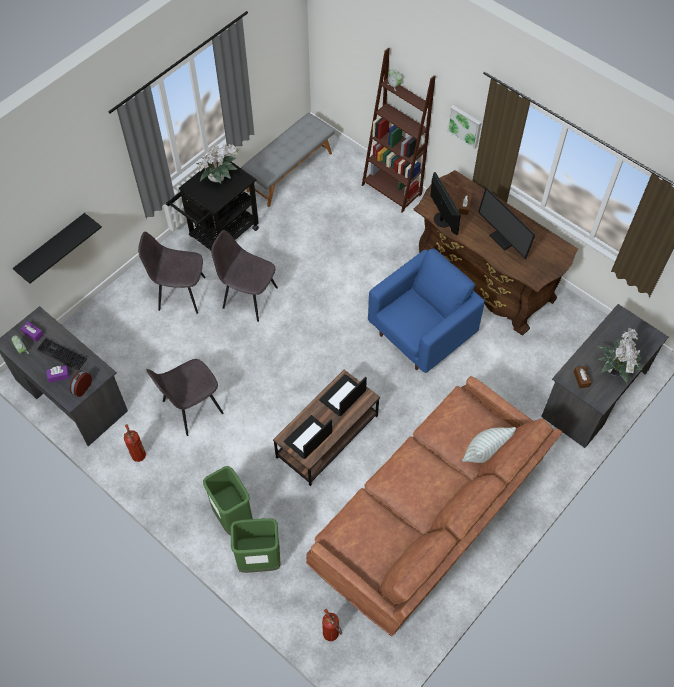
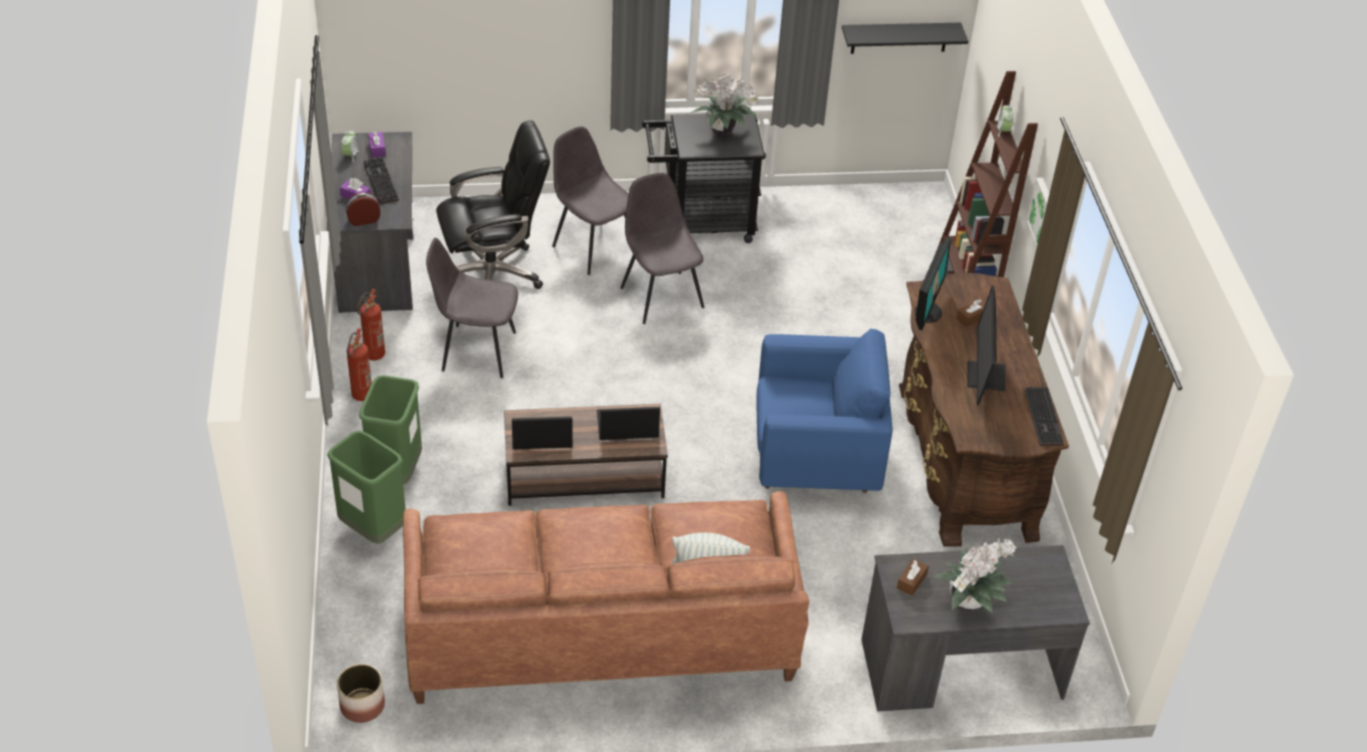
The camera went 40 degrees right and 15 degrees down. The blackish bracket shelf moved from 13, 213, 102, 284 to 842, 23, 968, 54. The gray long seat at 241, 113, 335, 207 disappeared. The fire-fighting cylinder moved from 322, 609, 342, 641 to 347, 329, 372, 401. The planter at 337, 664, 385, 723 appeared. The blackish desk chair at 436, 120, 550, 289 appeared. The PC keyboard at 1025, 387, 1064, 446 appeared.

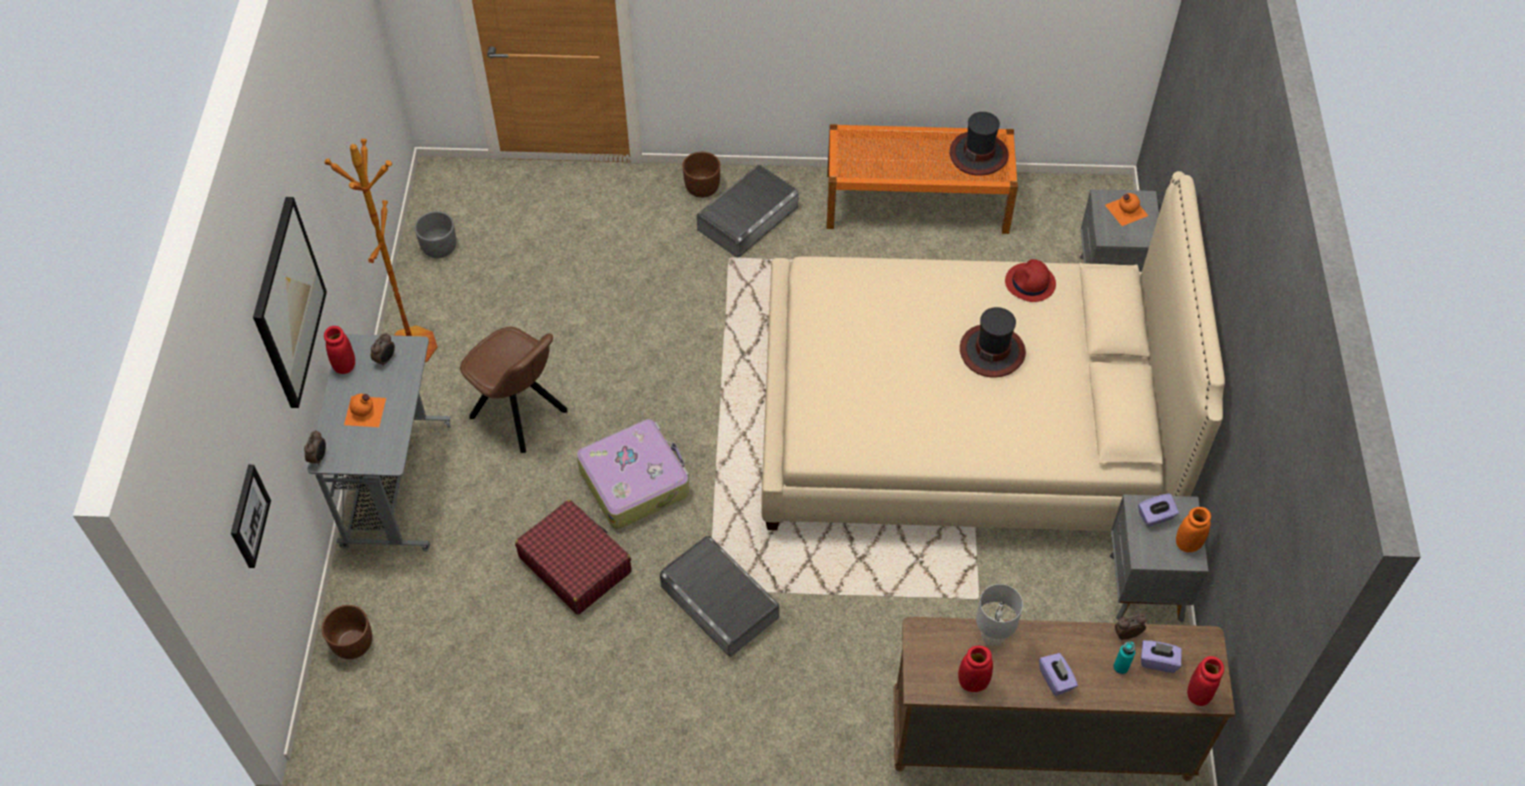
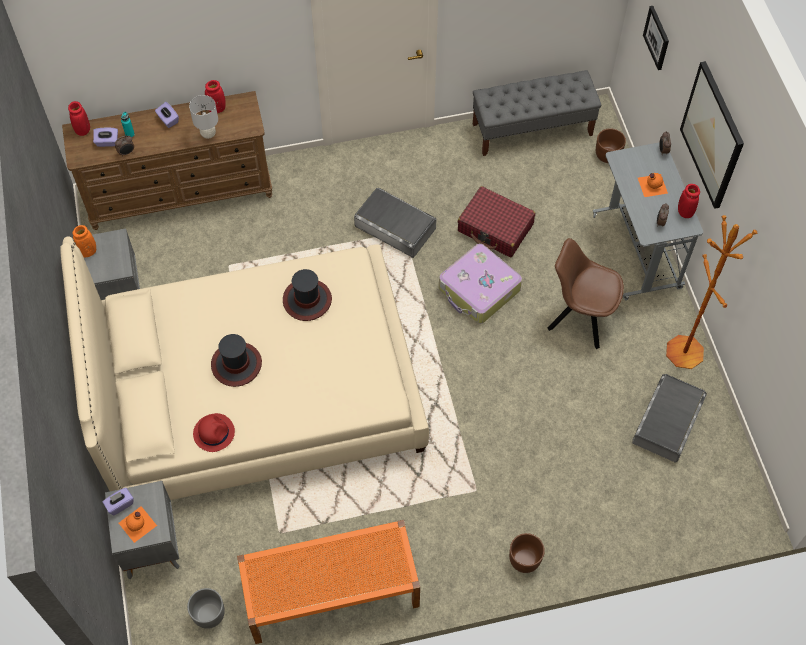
The camera went 165 degrees right and 5 degrees up. The gray planter moved from 415, 211, 456, 258 to 187, 588, 225, 629. The gray storage bin moved from 697, 165, 799, 258 to 632, 374, 707, 463. The hat moved from 950, 112, 1009, 176 to 283, 269, 332, 321. The purplish box of tissues moved from 1138, 494, 1179, 527 to 103, 488, 134, 515. The gray long seat at 473, 70, 601, 156 appeared.

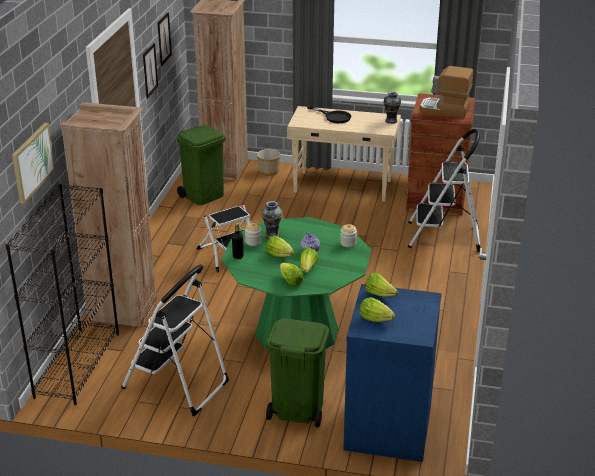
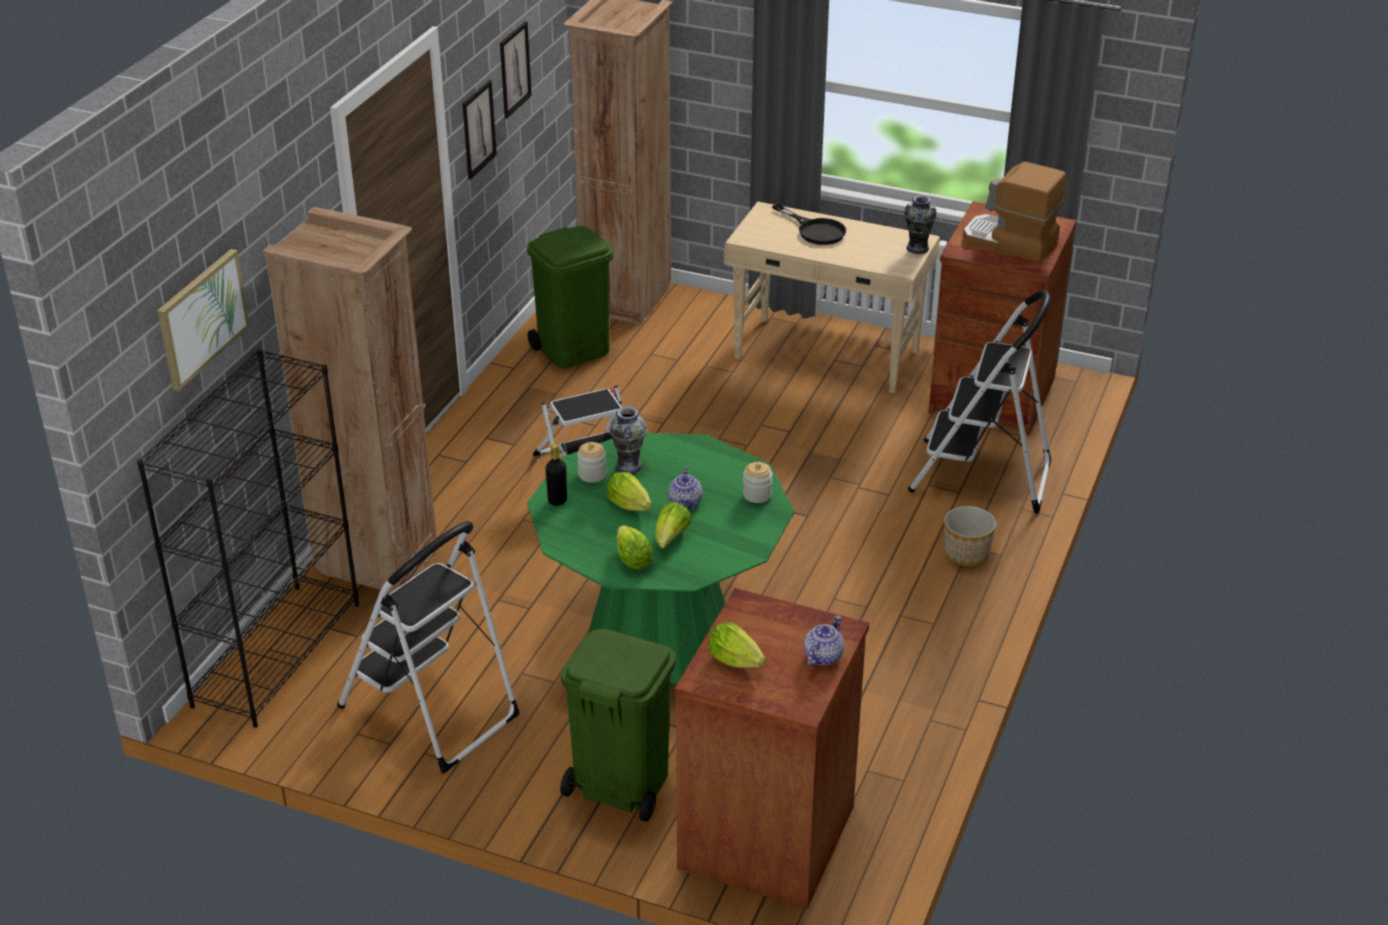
The camera went 10 degrees right and 5 degrees up. The planter moved from 257, 149, 281, 176 to 944, 506, 996, 567. The blue-coloured dresser at 343, 284, 442, 462 became the brown-coloured dresser at 675, 588, 869, 909. The head of lettuce at 365, 272, 399, 297 disappeared. The tea pot at 804, 616, 844, 666 appeared.

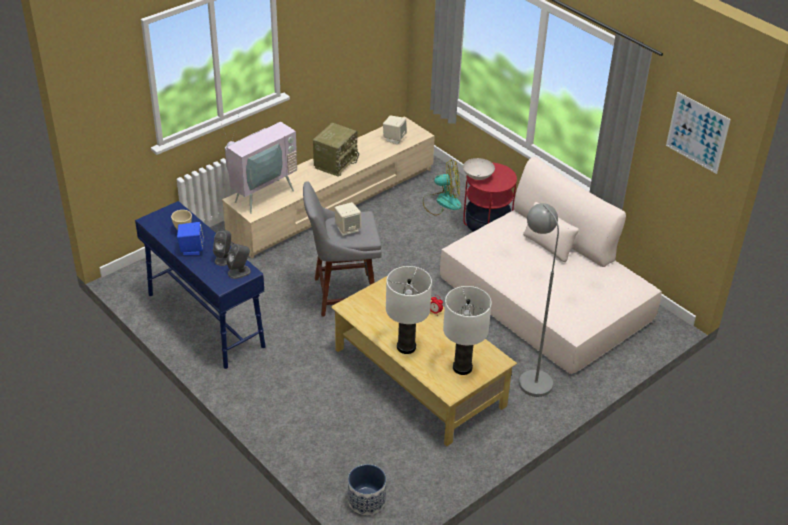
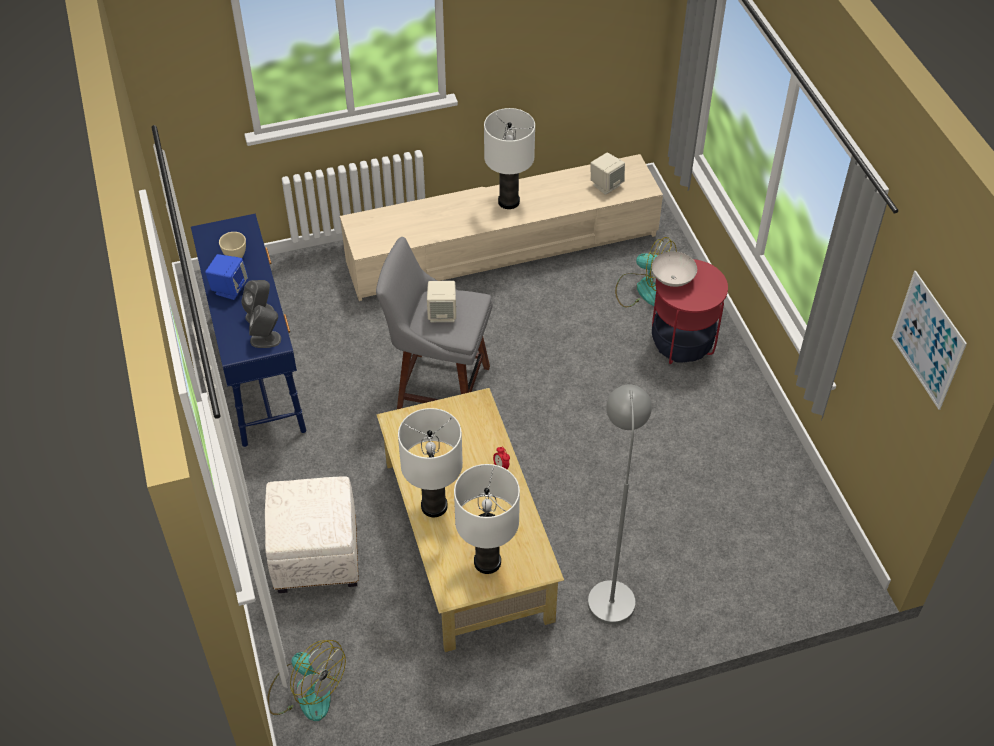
The camera went 25 degrees right and 10 degrees up. The TV set at 219, 110, 297, 214 disappeared. The radio at 313, 123, 359, 177 was replaced by the whitish tabletop lamp at 484, 108, 535, 209. The planter at 348, 464, 386, 515 was replaced by the electric fan at 267, 640, 346, 721. The beige settee at 440, 156, 662, 374 disappeared. The whitish footrest at 265, 476, 358, 593 appeared.

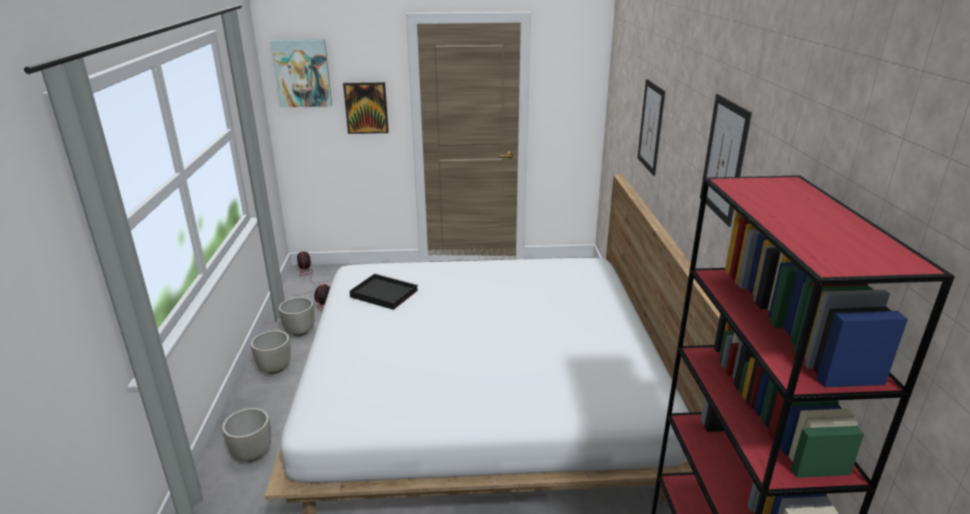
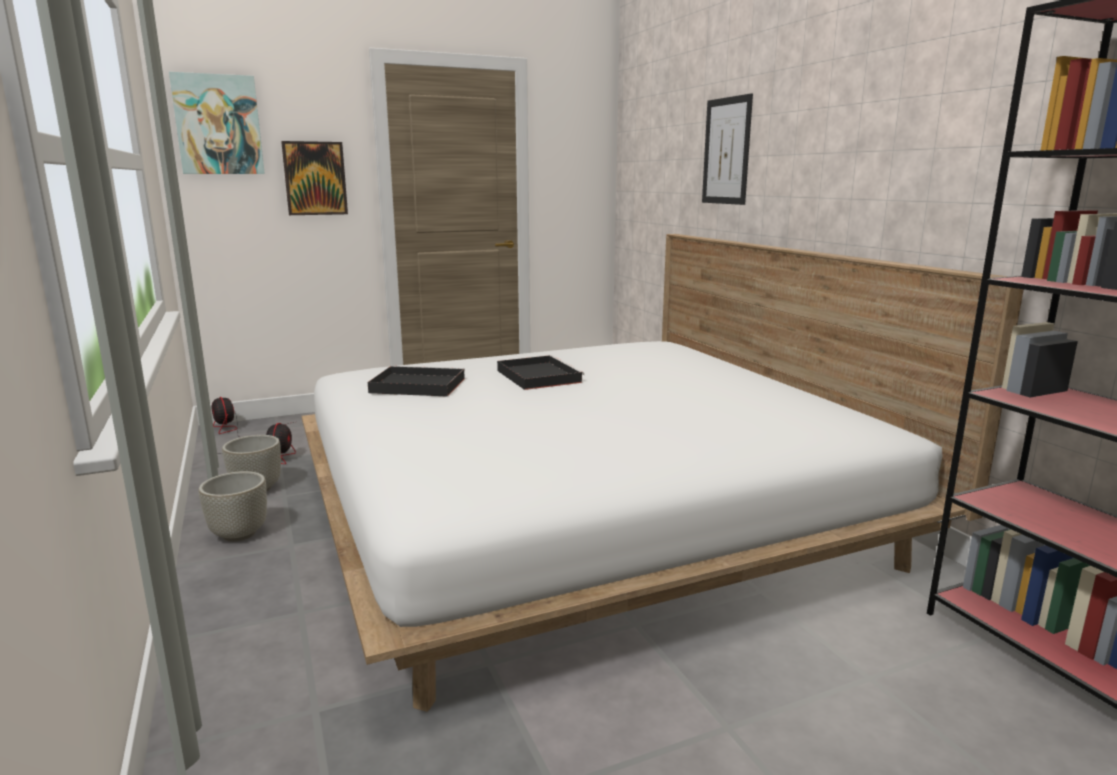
The camera went 20 degrees left and 10 degrees down. The gray planter at 222, 408, 271, 462 disappeared. The wall art at 700, 94, 752, 227 disappeared. The blackish tray at 497, 355, 585, 390 appeared.

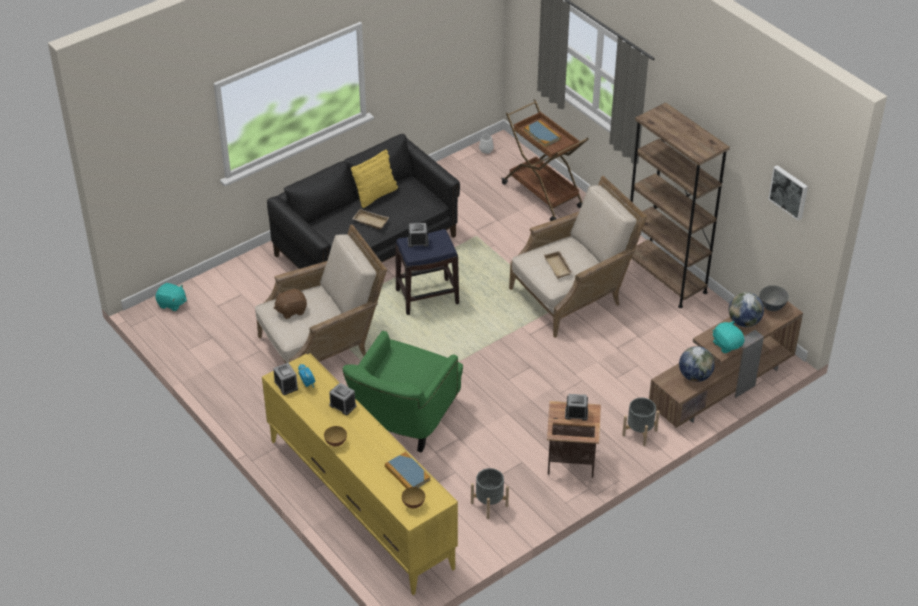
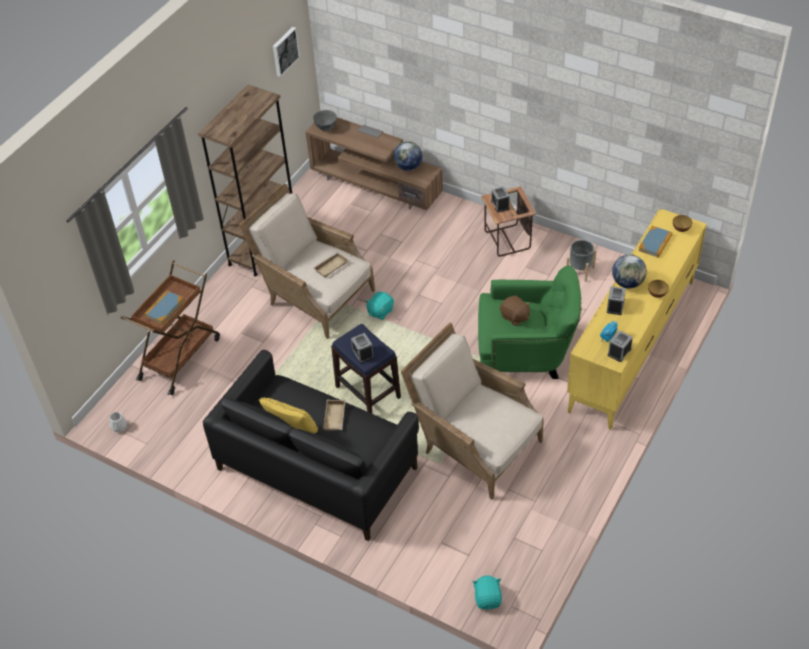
The camera went 110 degrees left and 5 degrees up. The brown-coloured soft toy moved from 274, 289, 307, 319 to 500, 295, 530, 326. The gray planter at 622, 398, 660, 446 disappeared. The blue-green soft toy moved from 713, 321, 745, 353 to 365, 292, 394, 320. The globe moved from 729, 292, 764, 327 to 612, 254, 647, 289.

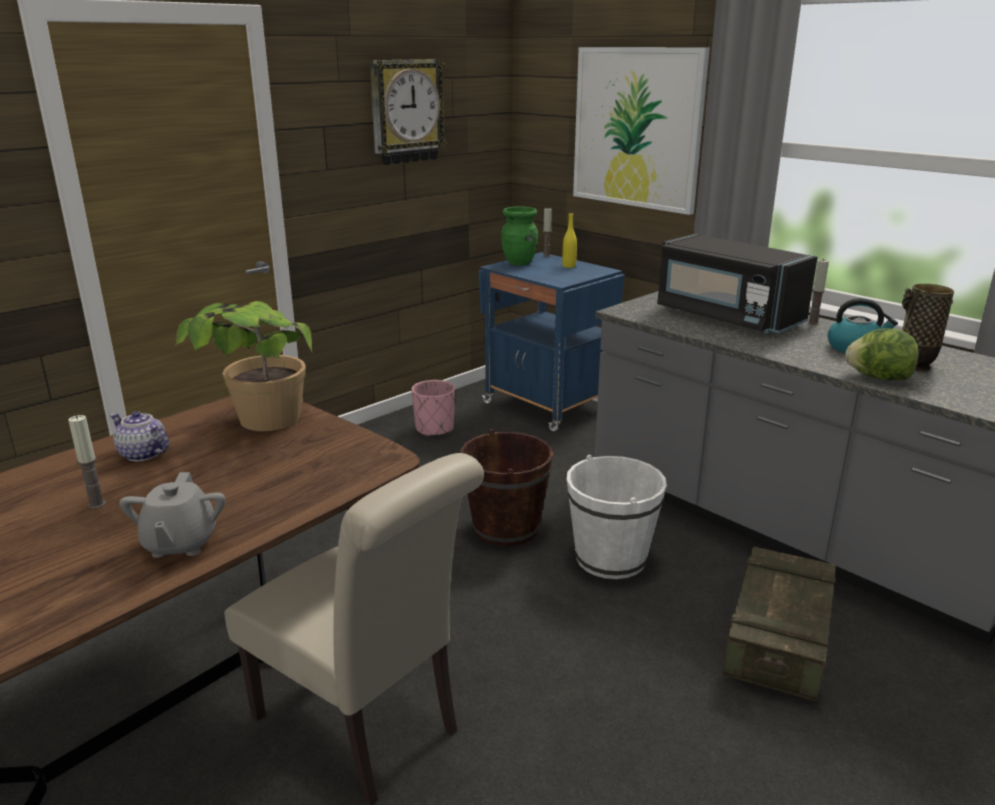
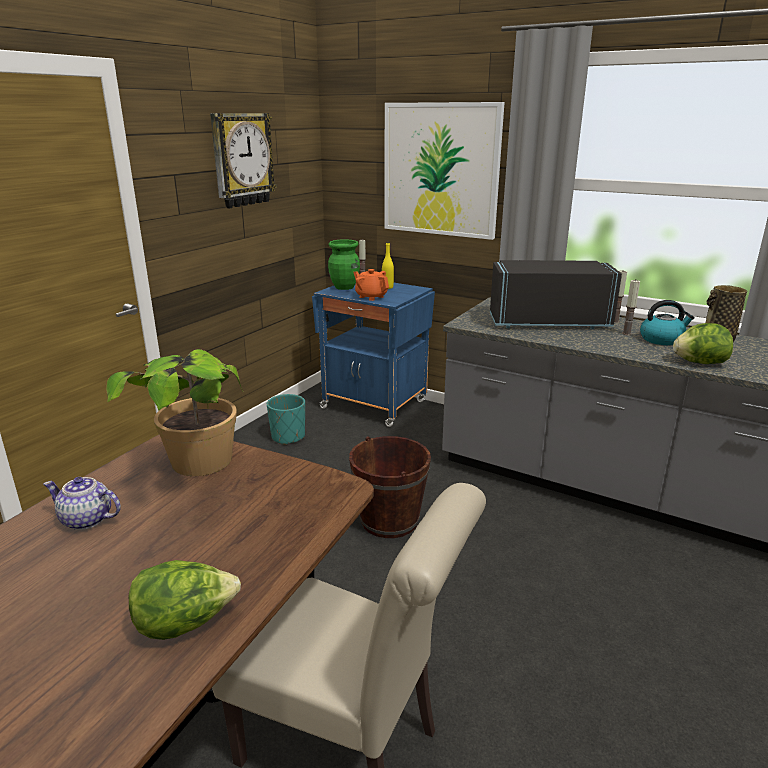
The camera went 15 degrees left and 0 degrees up. The wax light moved from 68, 415, 106, 509 to 622, 280, 640, 335. The gray tea pot at 119, 472, 226, 558 was replaced by the head of lettuce at 129, 560, 241, 640. The pink planter at 411, 380, 455, 437 became the blue-green planter at 267, 394, 305, 445. The whitish water bucket at 567, 455, 667, 579 disappeared. The blackish kitchen microwave at 657, 234, 818, 334 turned 150 degrees clockwise. The shipping crate at 723, 546, 836, 701 disappeared. The orange tea pot at 353, 269, 389, 301 appeared.

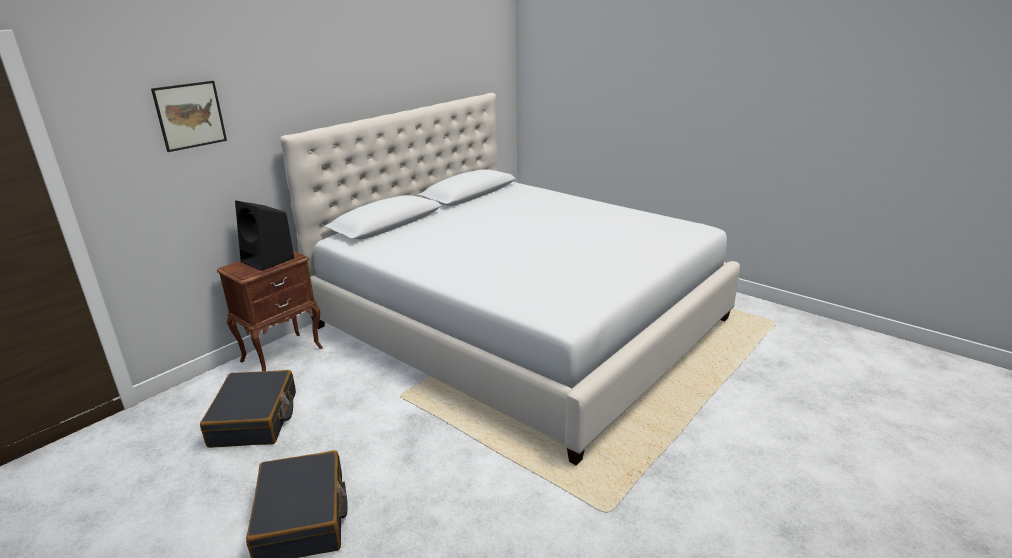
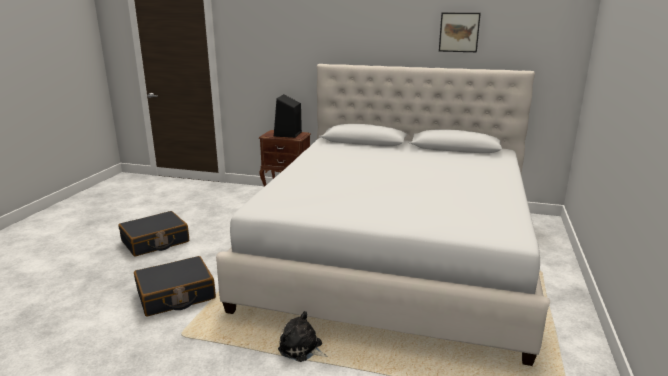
The camera went 65 degrees right and 5 degrees down. The wall art moved from 151, 81, 227, 152 to 439, 13, 481, 52. The blackish piece of luggage moved from 200, 370, 296, 448 to 134, 256, 216, 317. The soft toy at 278, 311, 327, 362 appeared.

